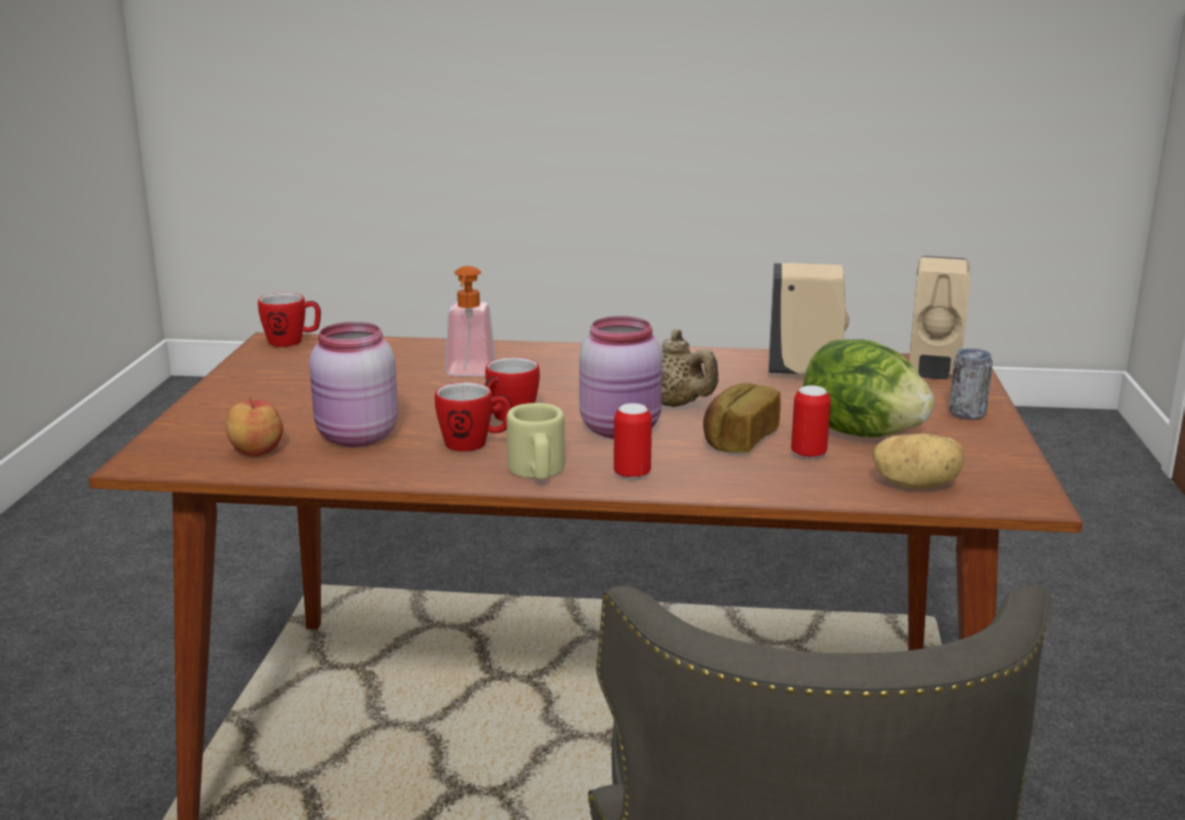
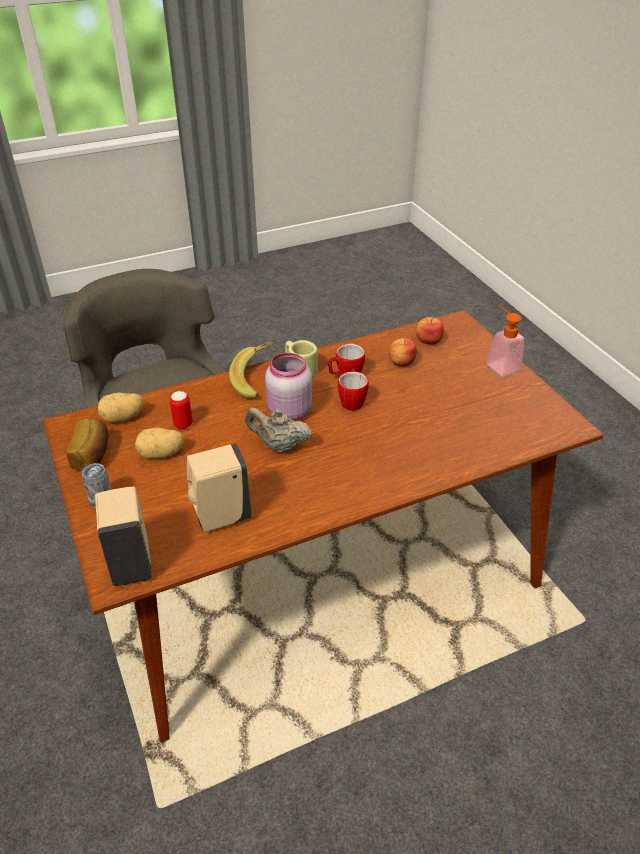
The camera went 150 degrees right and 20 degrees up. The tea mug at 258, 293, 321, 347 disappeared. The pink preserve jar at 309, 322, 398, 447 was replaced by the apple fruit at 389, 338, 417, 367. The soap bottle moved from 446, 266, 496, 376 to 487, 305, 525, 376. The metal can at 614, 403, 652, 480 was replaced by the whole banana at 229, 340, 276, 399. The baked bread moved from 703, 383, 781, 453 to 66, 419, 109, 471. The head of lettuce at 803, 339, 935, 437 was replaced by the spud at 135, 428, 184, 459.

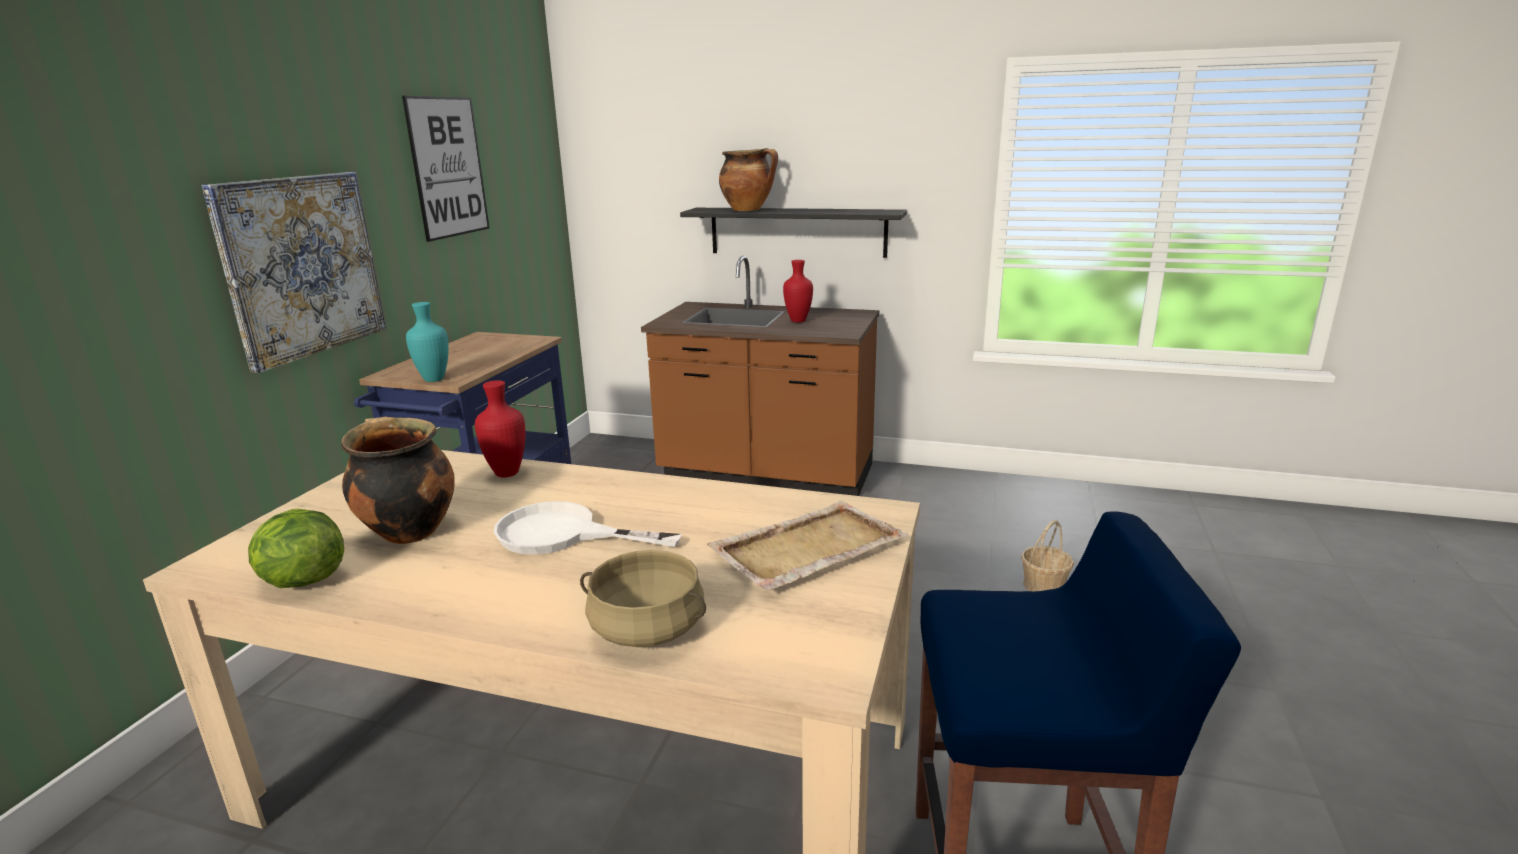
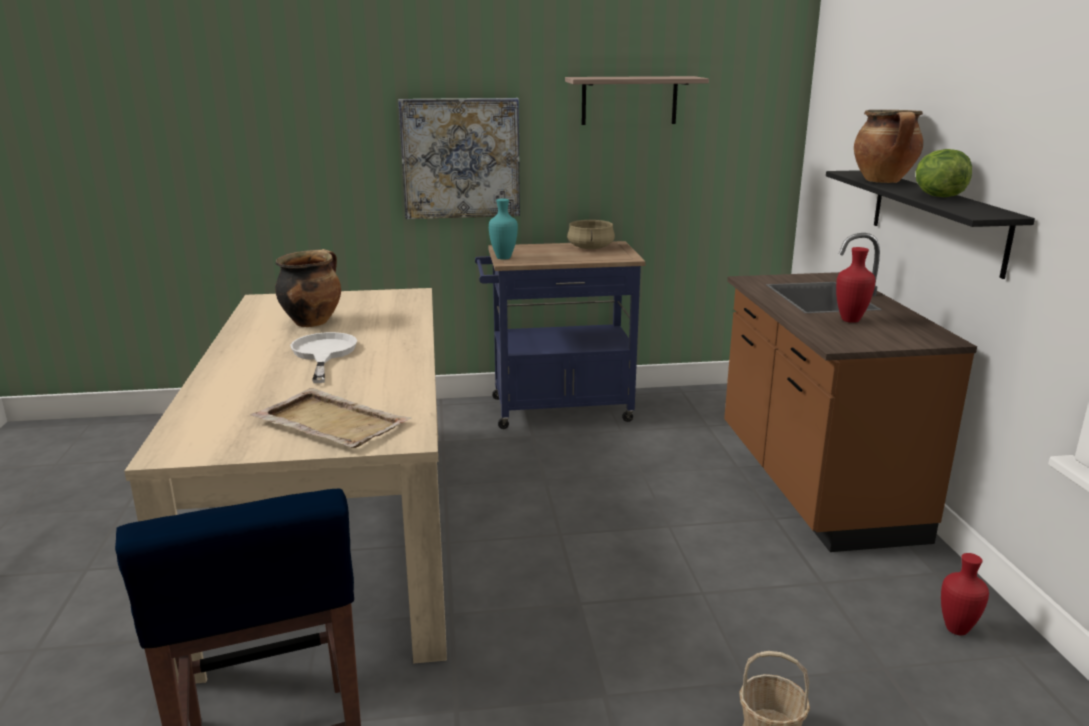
The camera went 65 degrees right and 0 degrees up. The head of lettuce moved from 248, 509, 344, 588 to 915, 149, 972, 197. The wall art at 402, 96, 489, 242 was replaced by the bracket shelf at 565, 76, 709, 125. The red-coloured vase moved from 475, 380, 525, 478 to 941, 553, 989, 635. The beige cooking pot moved from 580, 550, 706, 647 to 567, 220, 615, 249.

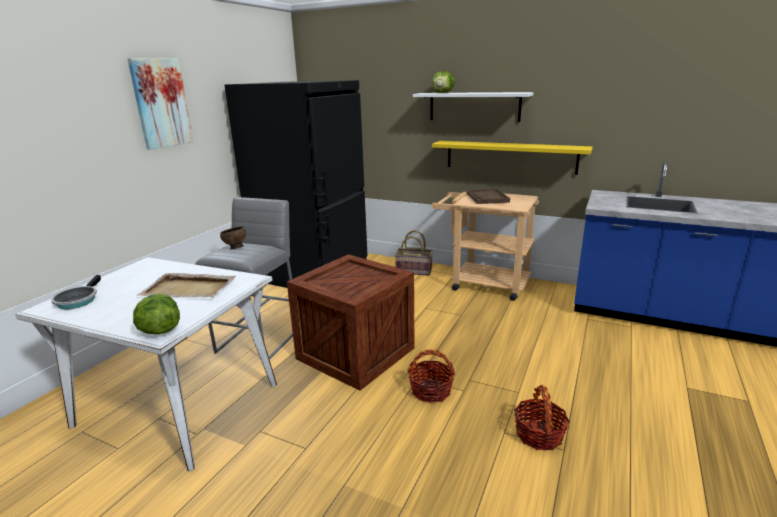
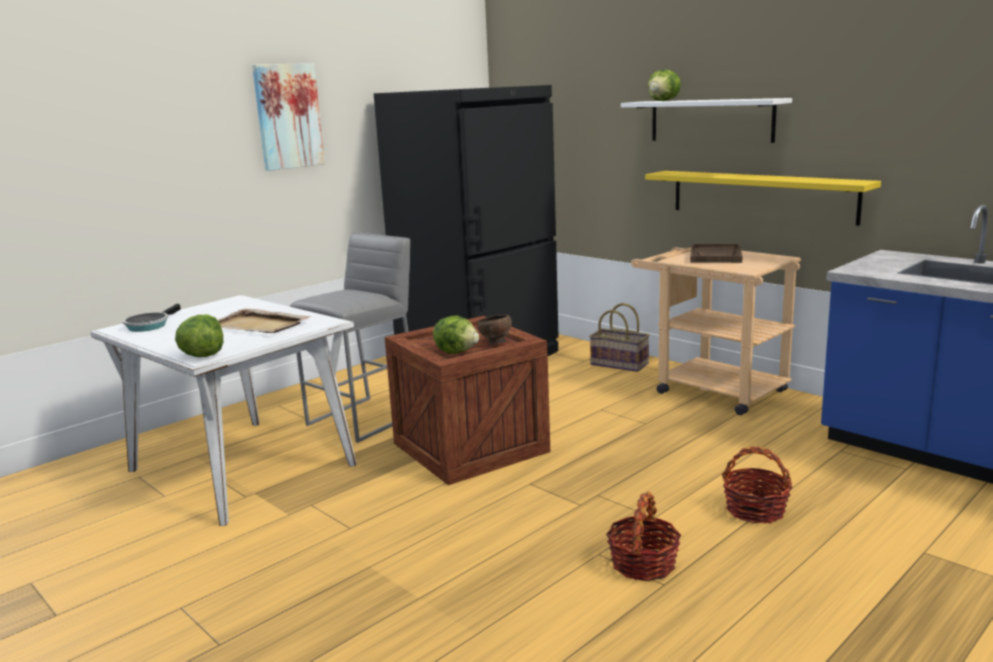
The camera went 20 degrees right and 5 degrees down. The brown-coloured bowl moved from 220, 226, 246, 250 to 477, 314, 512, 345. The household basket moved from 407, 349, 455, 403 to 722, 447, 792, 523. The head of lettuce at 433, 316, 479, 354 appeared.

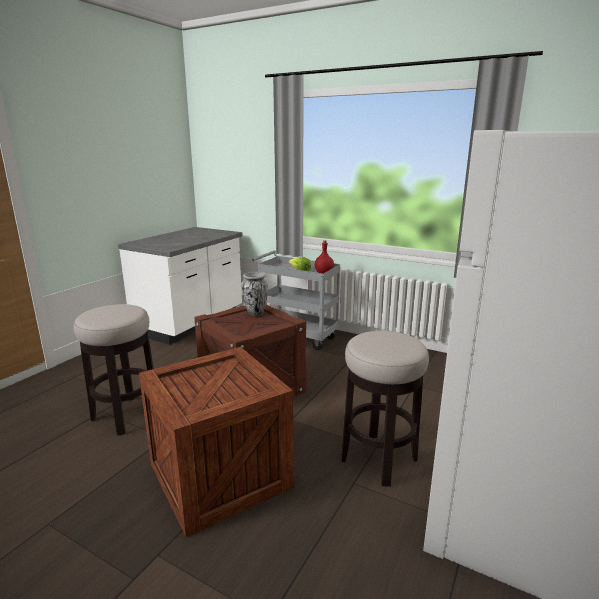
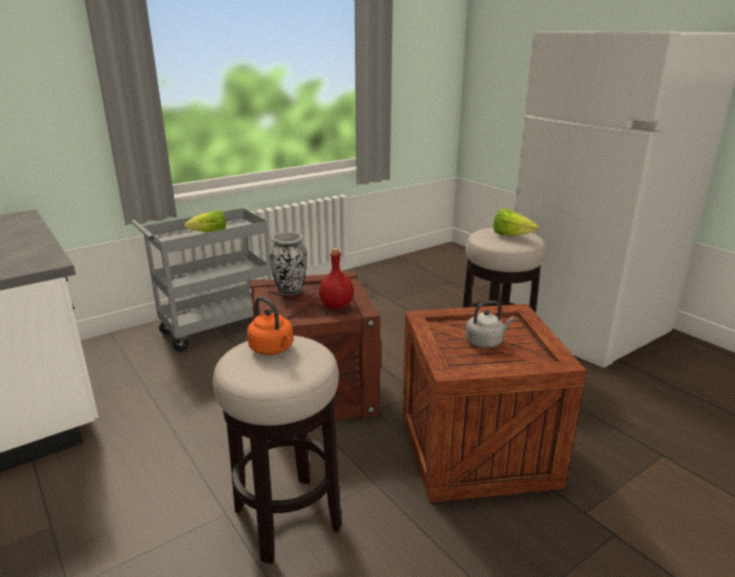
The camera went 65 degrees left and 5 degrees up. The red-coloured drink bottle moved from 315, 240, 334, 274 to 319, 248, 354, 309. The orange kettle at 247, 297, 293, 355 appeared. The gray kettle at 465, 301, 514, 348 appeared. The head of lettuce at 493, 208, 539, 236 appeared.

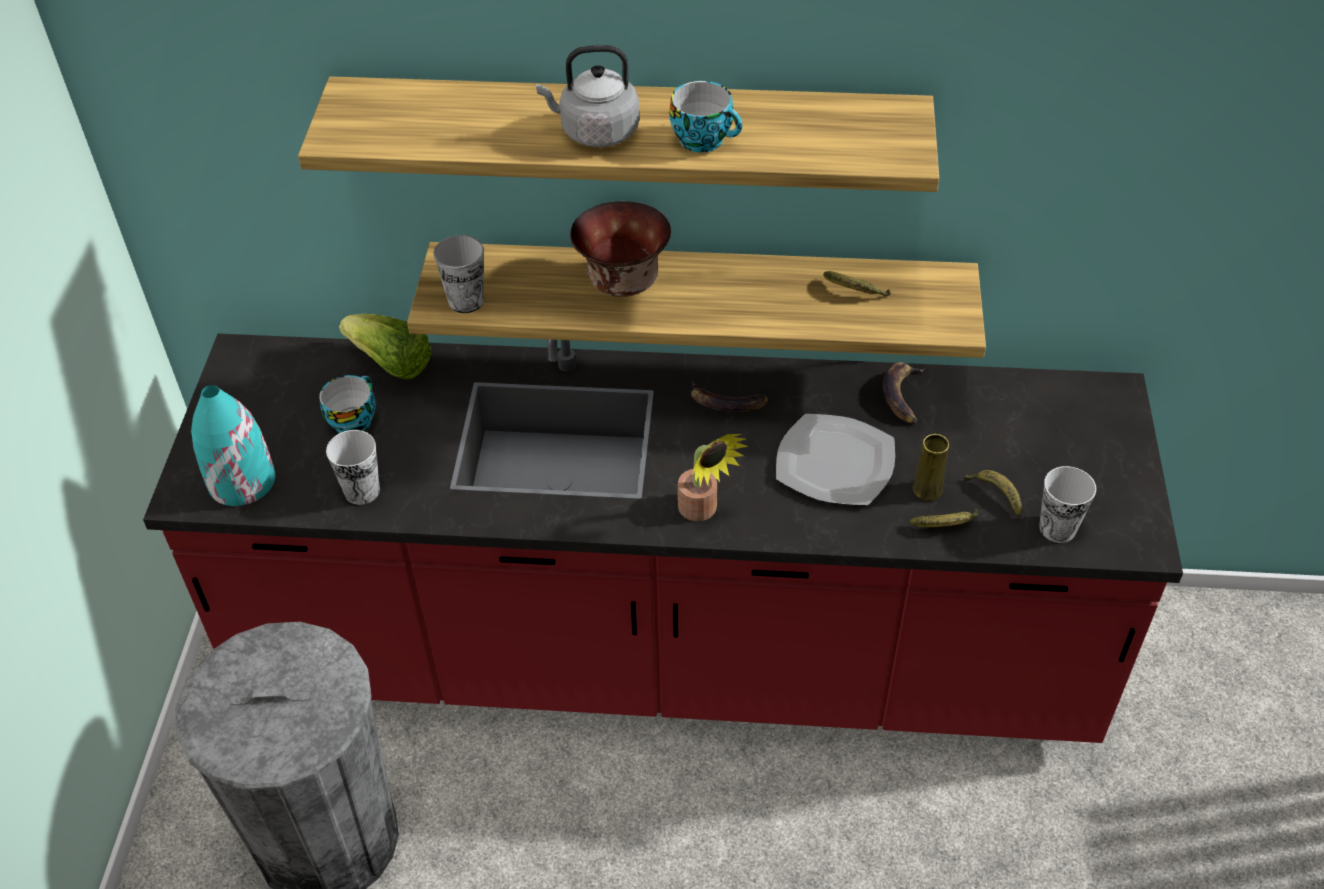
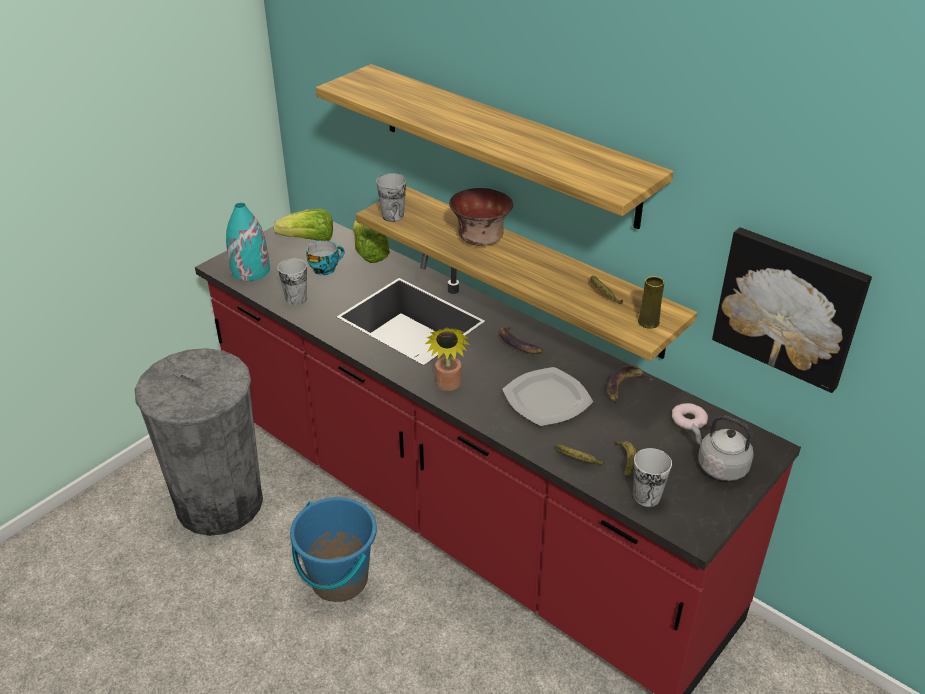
The camera went 35 degrees right and 10 degrees down. The gray kettle moved from 536, 45, 640, 147 to 691, 415, 754, 481. The drinking cup at 669, 81, 742, 153 disappeared. The yellow vase moved from 913, 434, 949, 501 to 638, 276, 664, 329. The head of lettuce at 274, 209, 333, 241 appeared. The blue-coloured water bucket at 290, 497, 377, 602 appeared. The doughnut at 672, 403, 708, 430 appeared. The wall art at 712, 227, 872, 393 appeared.

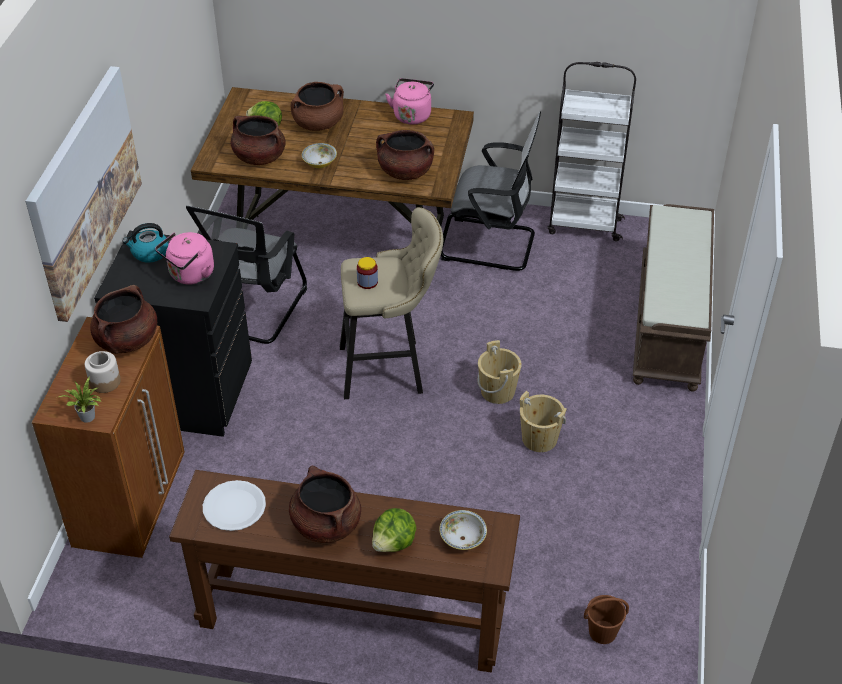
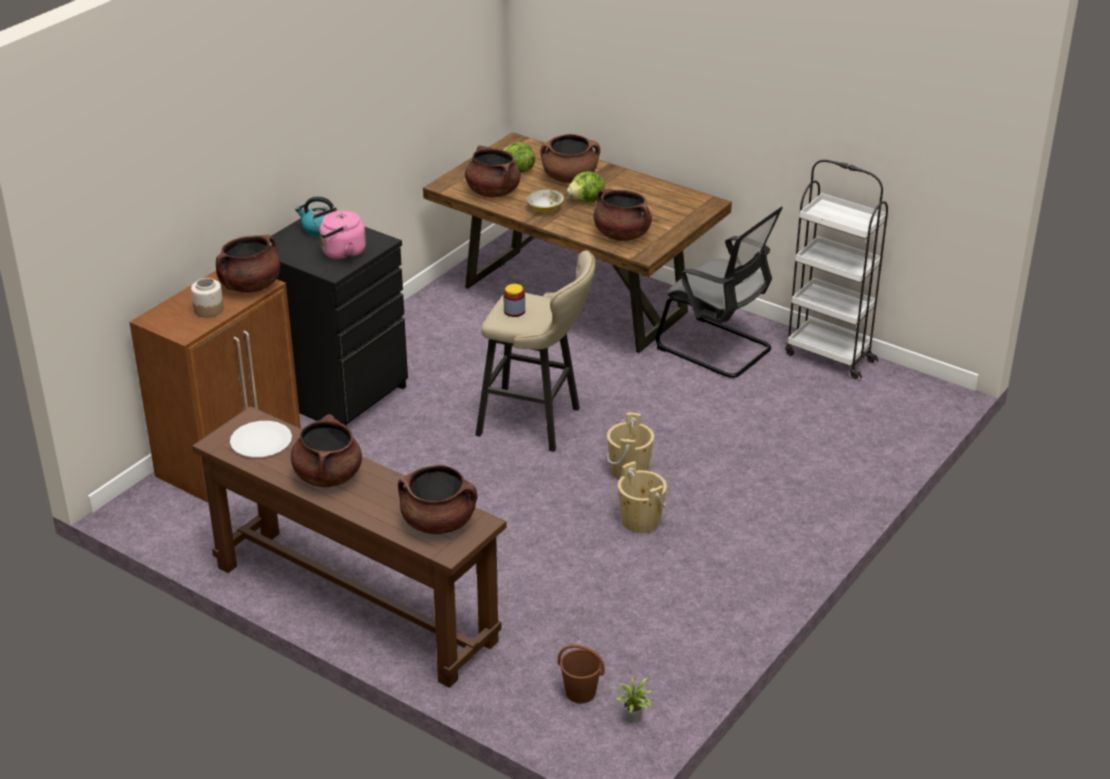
The camera went 25 degrees right and 10 degrees down. The wall art at 25, 66, 142, 322 disappeared. The plant in a pot moved from 59, 377, 101, 423 to 611, 677, 652, 723. The upright chair at 186, 205, 307, 344 disappeared. The head of lettuce moved from 372, 508, 417, 552 to 567, 171, 605, 202. The pink kettle at 385, 78, 434, 125 disappeared. The bowl at 439, 510, 487, 550 was replaced by the brown-coloured cooking pot at 398, 465, 477, 534. The brown-coloured long seat at 633, 204, 714, 392 disappeared.

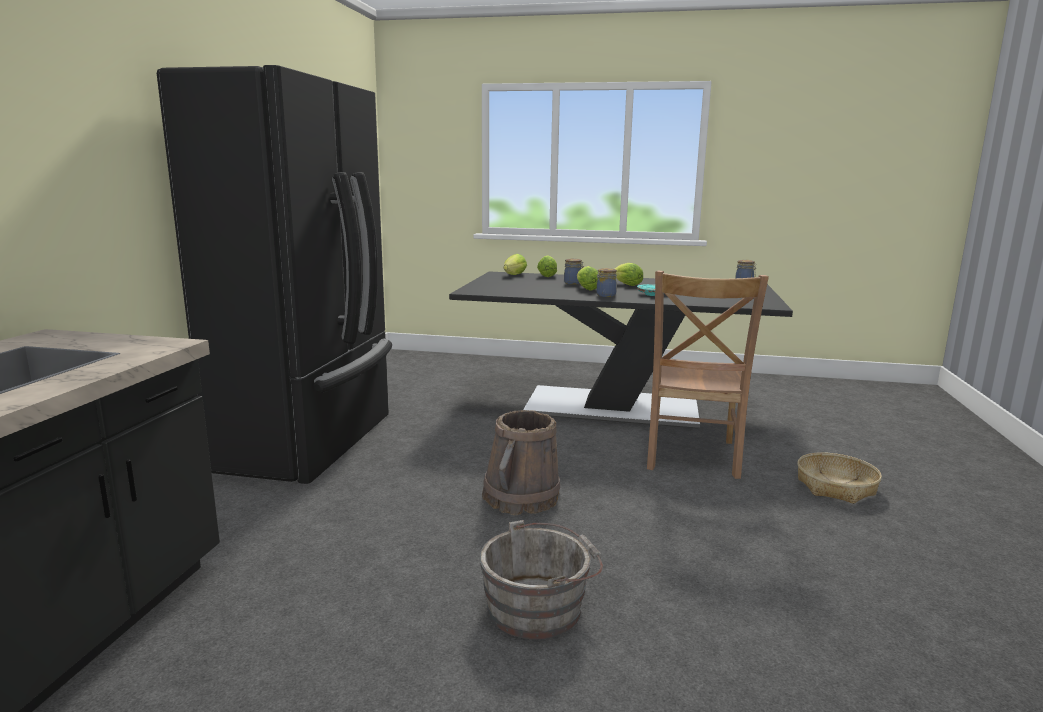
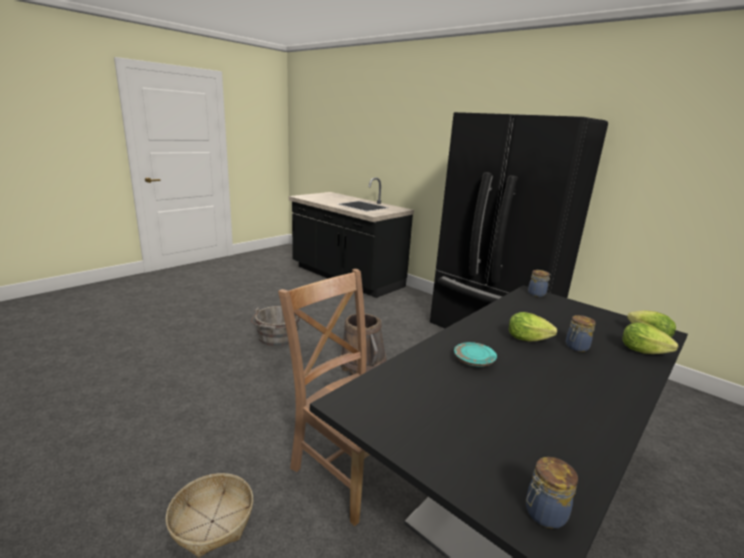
The camera went 120 degrees right and 5 degrees up. The preserve jar moved from 596, 268, 617, 297 to 528, 270, 551, 297. The head of lettuce at 615, 263, 643, 286 disappeared.

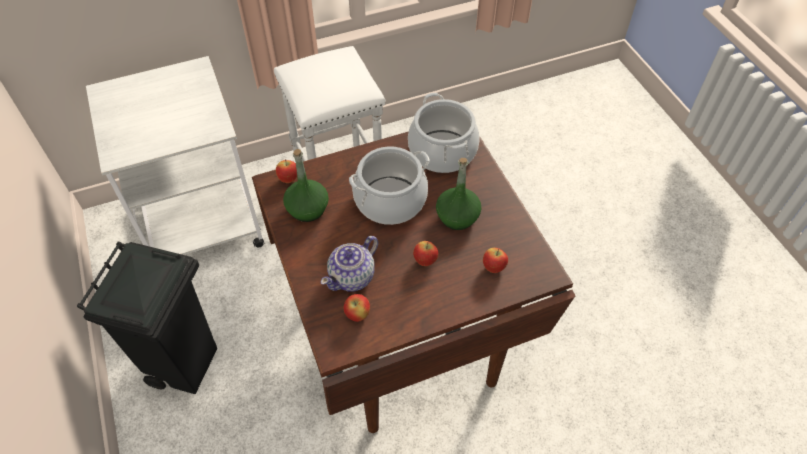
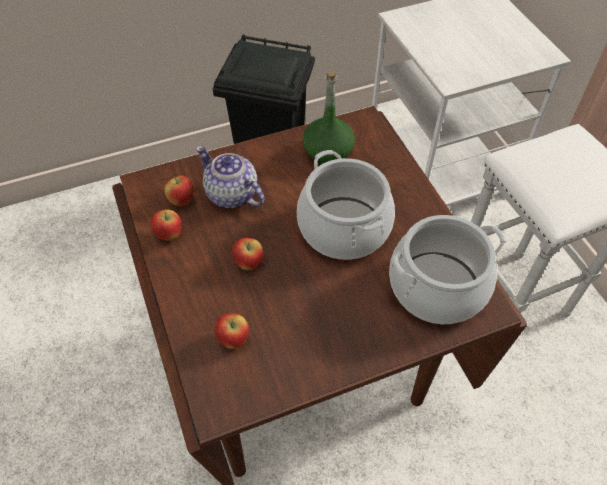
The camera went 90 degrees right and 0 degrees up. The apple fruit moved from 276, 159, 297, 183 to 150, 209, 182, 241. The greenish drink bottle at 436, 158, 481, 230 disappeared.

